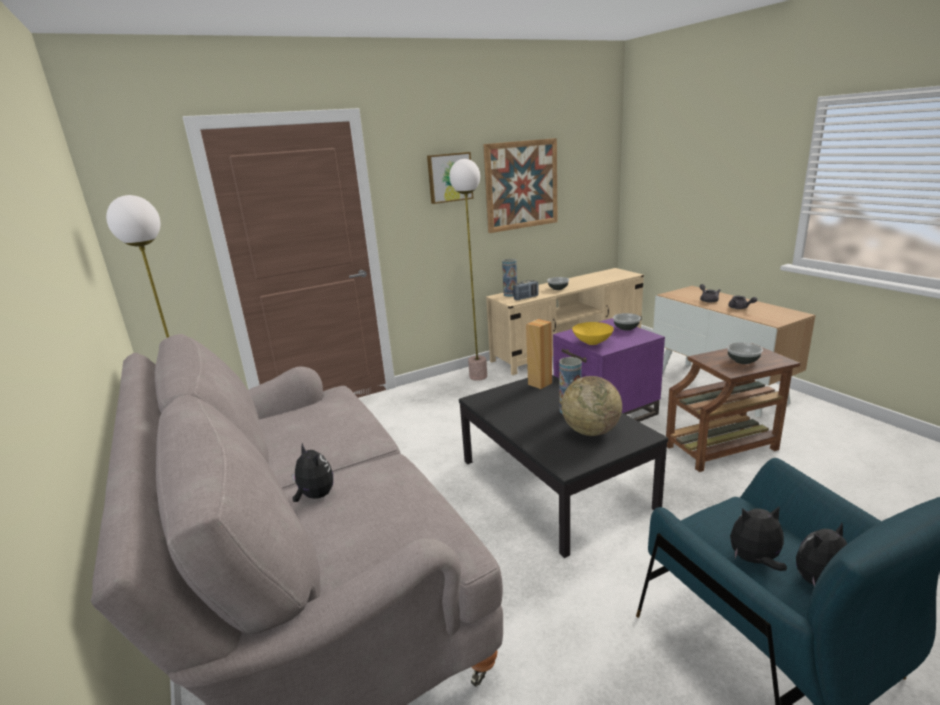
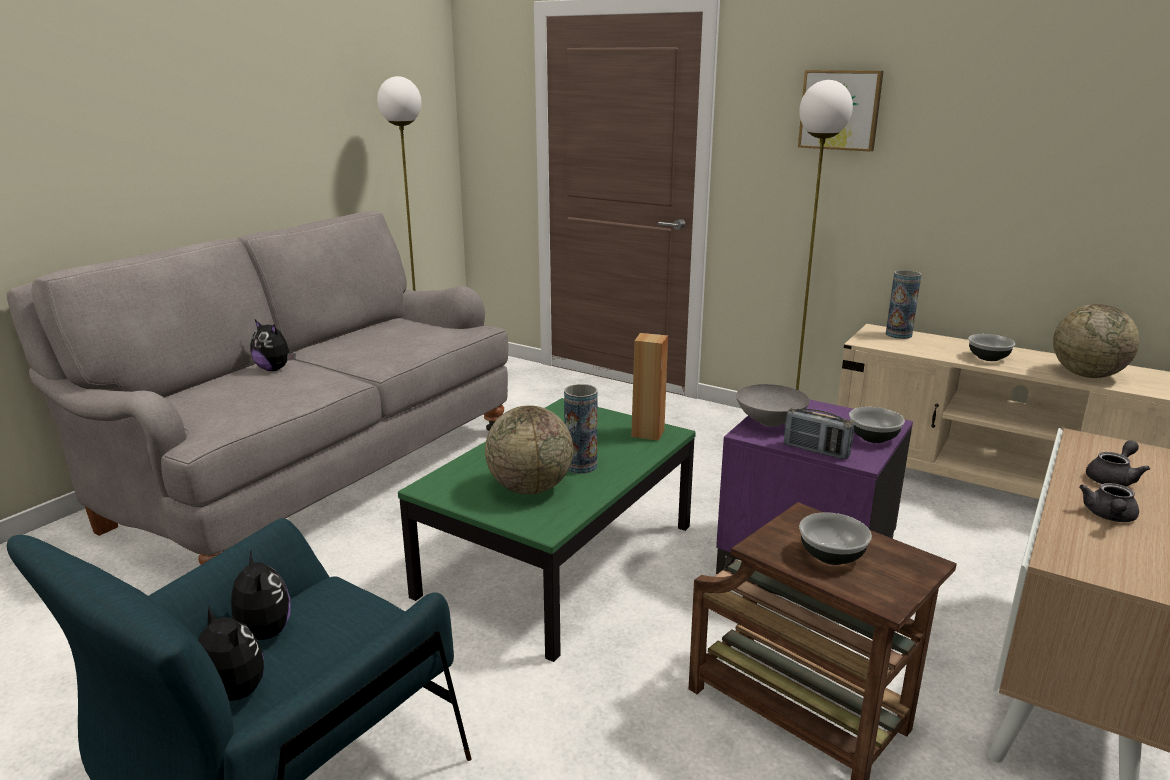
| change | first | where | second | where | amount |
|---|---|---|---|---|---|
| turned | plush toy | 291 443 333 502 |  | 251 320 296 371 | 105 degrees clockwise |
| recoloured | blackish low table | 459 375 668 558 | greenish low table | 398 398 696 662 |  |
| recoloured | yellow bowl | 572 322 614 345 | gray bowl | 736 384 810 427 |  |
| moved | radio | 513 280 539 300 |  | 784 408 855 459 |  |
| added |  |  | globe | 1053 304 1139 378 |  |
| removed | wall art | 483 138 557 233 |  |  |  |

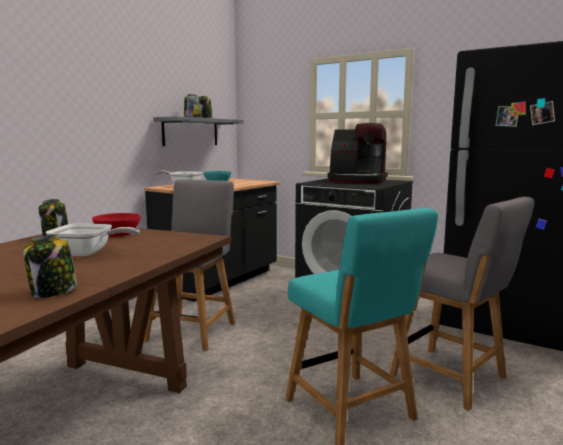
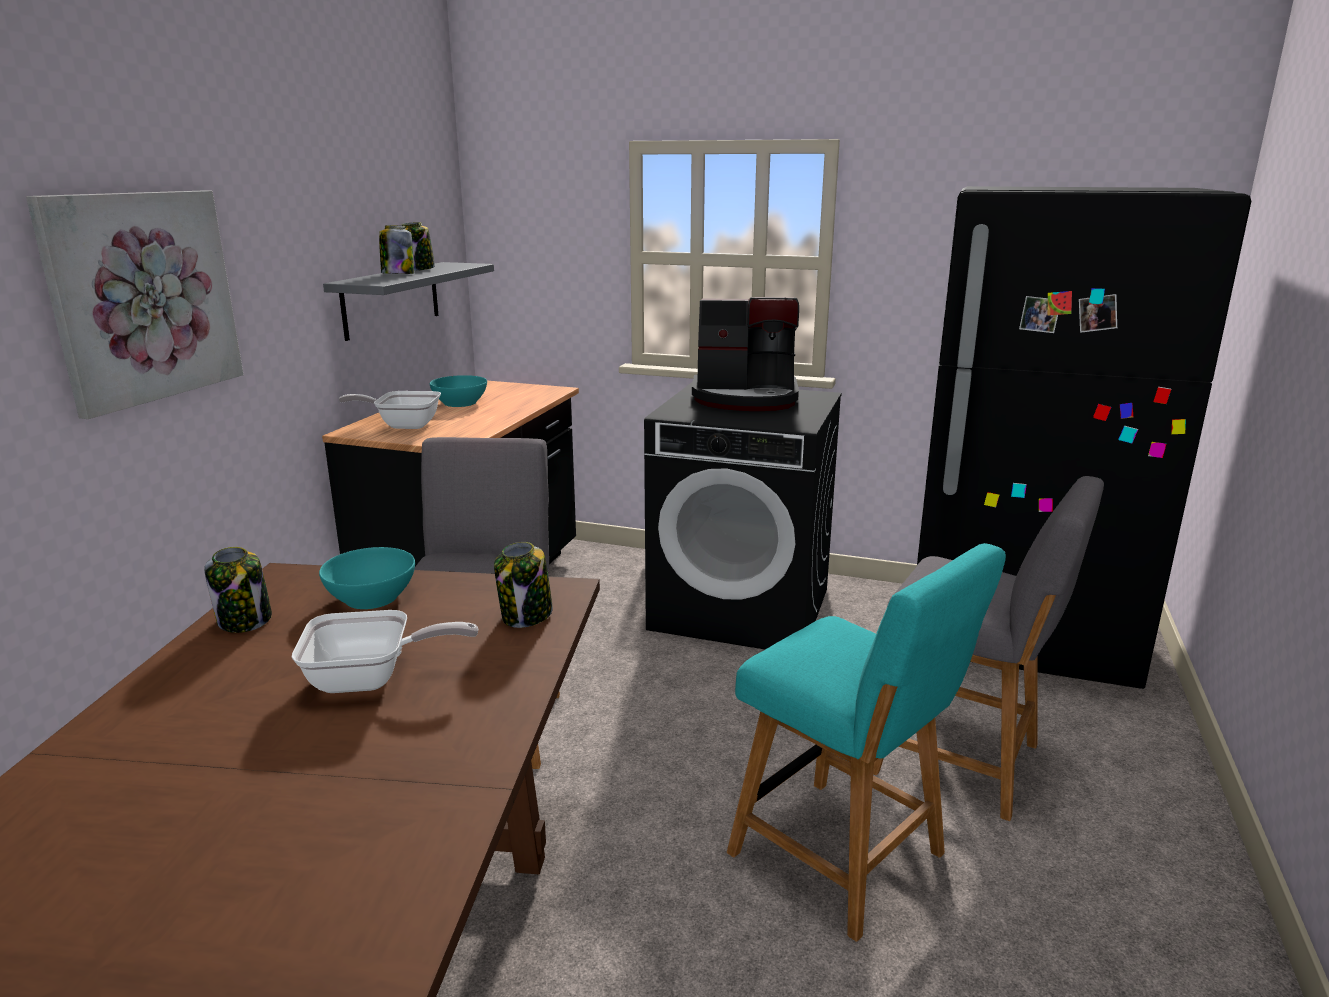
| change | first | where | second | where | amount |
|---|---|---|---|---|---|
| added |  |  | wall art | 26 191 243 419 |  |
| recoloured | reddish bowl | 92 213 141 237 | blue-green bowl | 319 547 415 609 |  |
| moved | storage jar | 23 234 77 298 |  | 494 542 553 628 |  |

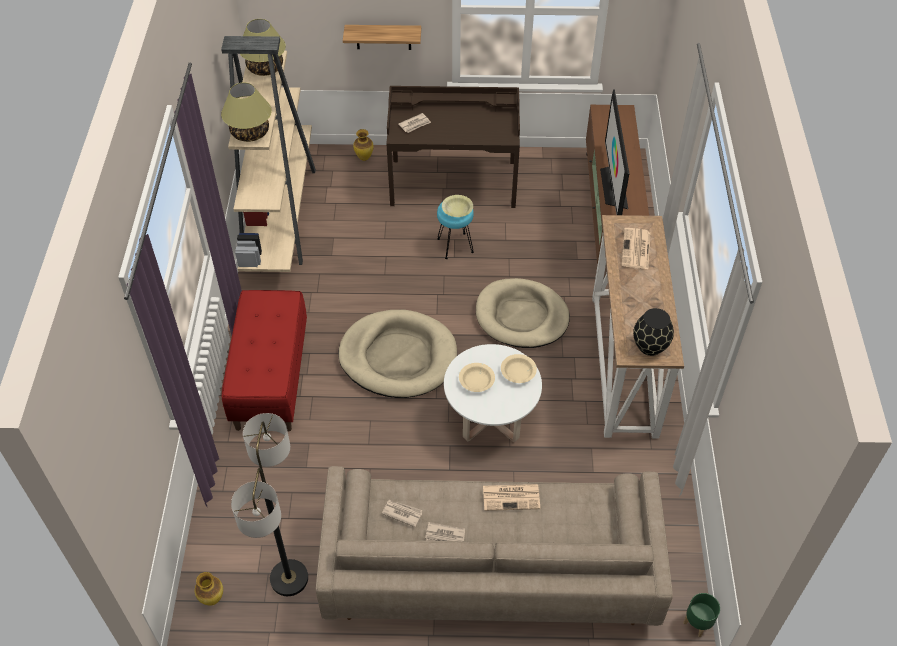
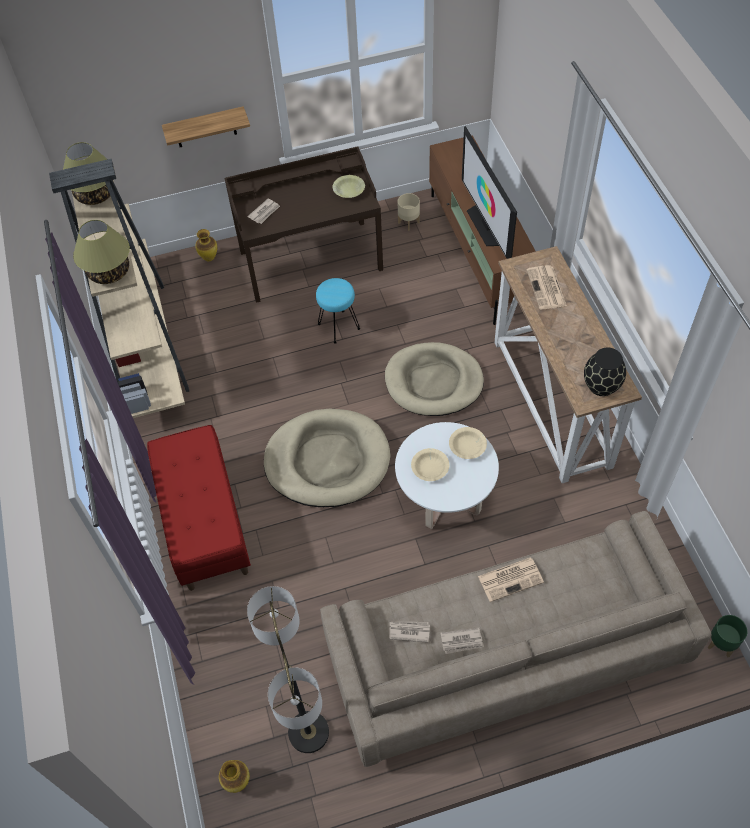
| change | first | where | second | where | amount |
|---|---|---|---|---|---|
| moved | yellow bowl | 442 195 473 217 |  | 333 175 365 198 |  |
| added |  |  | beige planter | 398 193 420 231 |  |

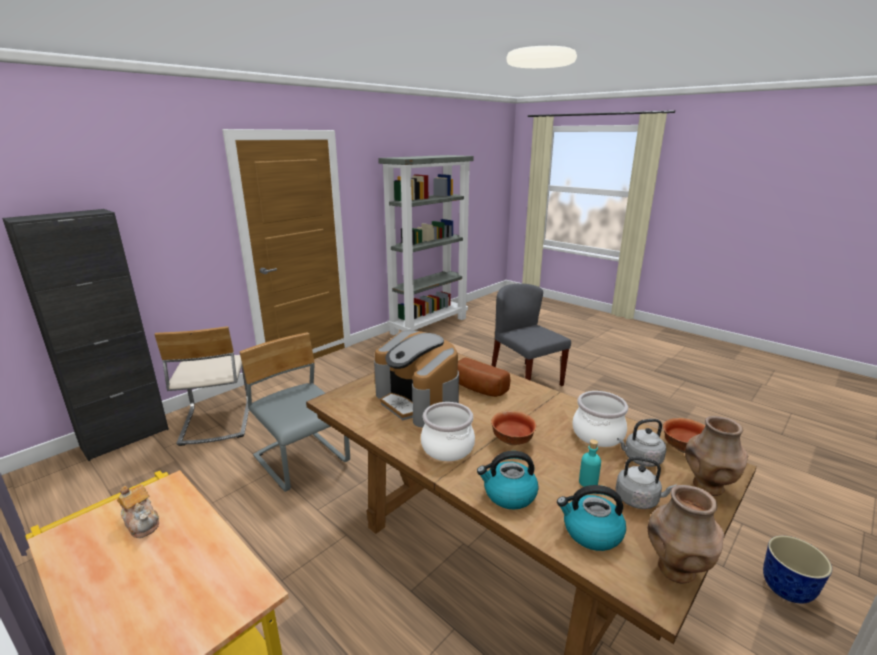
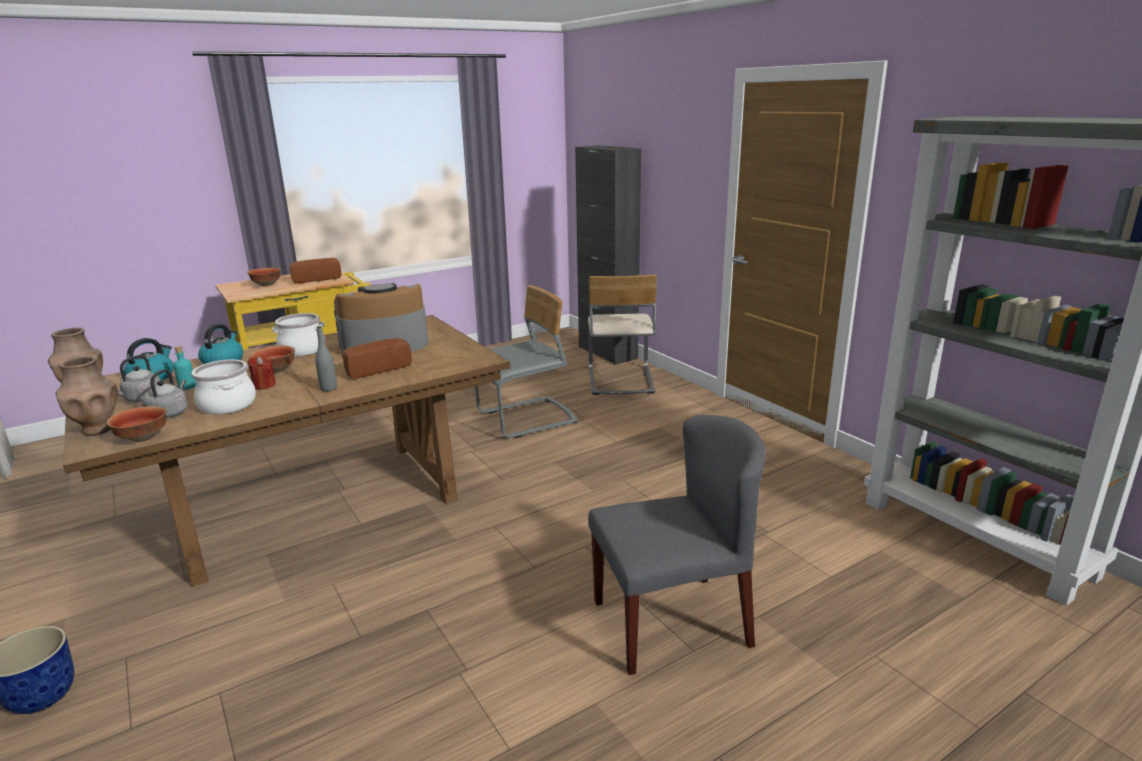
| change | first | where | second | where | amount |
|---|---|---|---|---|---|
| added |  |  | bowl | 247 268 281 287 |  |
| added |  |  | reddish wax candle | 248 356 276 390 |  |
| replaced | tea pot | 117 484 159 538 | bakery bread | 290 258 341 283 |  |
| added |  |  | gray bottle | 316 326 337 391 |  |
| turned | beige chair | 154 326 249 446 |  | 588 274 657 395 | 90 degrees counterclockwise |

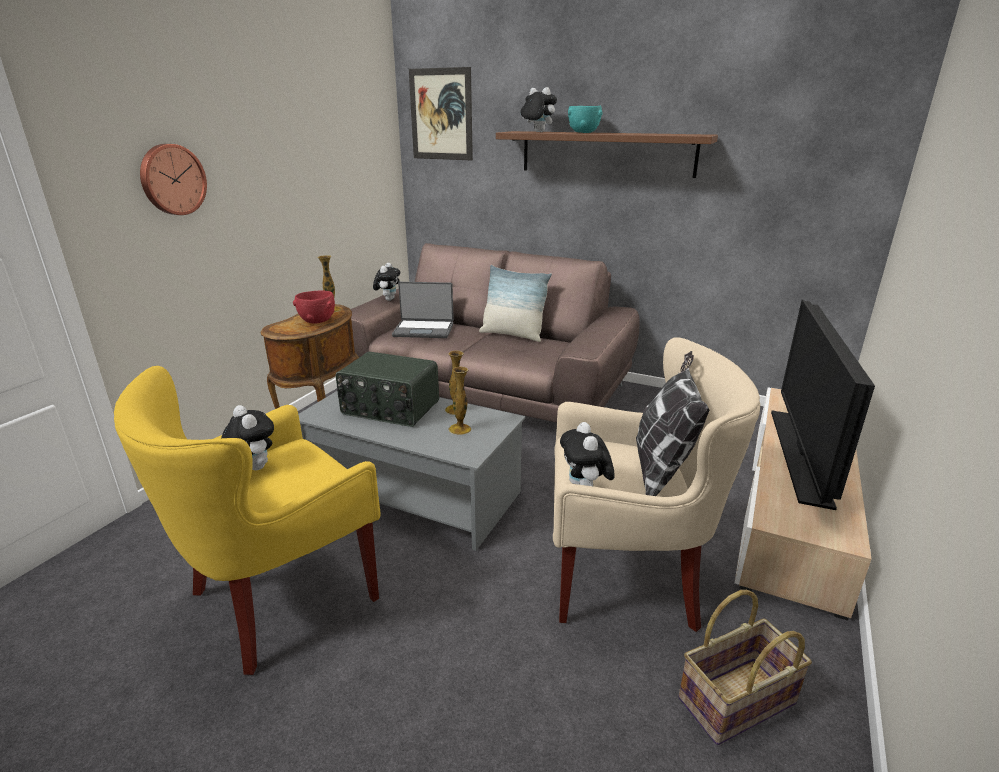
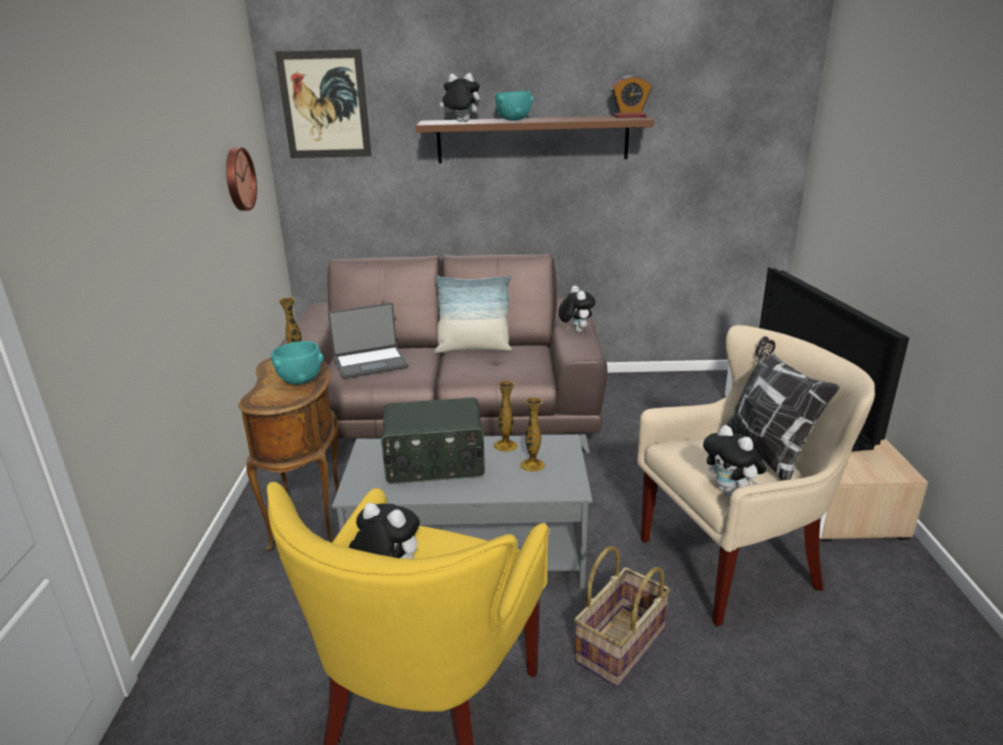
| change | first | where | second | where | amount |
|---|---|---|---|---|---|
| moved | clock on the wall | 140 144 207 215 |  | 226 147 257 211 |  |
| recoloured | reddish bowl | 293 290 335 323 | blue-green bowl | 271 341 324 385 |  |
| moved | plush toy | 373 263 400 301 |  | 558 286 595 332 |  |
| moved | household basket | 678 590 812 745 |  | 574 546 670 687 |  |
| added |  |  | alarm clock | 611 75 651 118 |  |

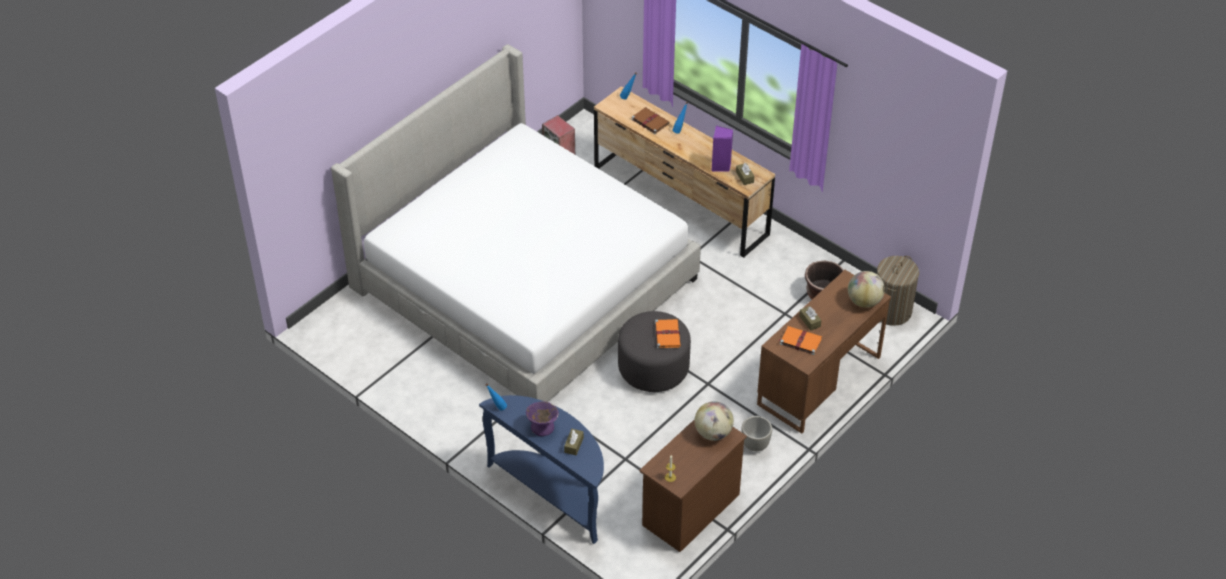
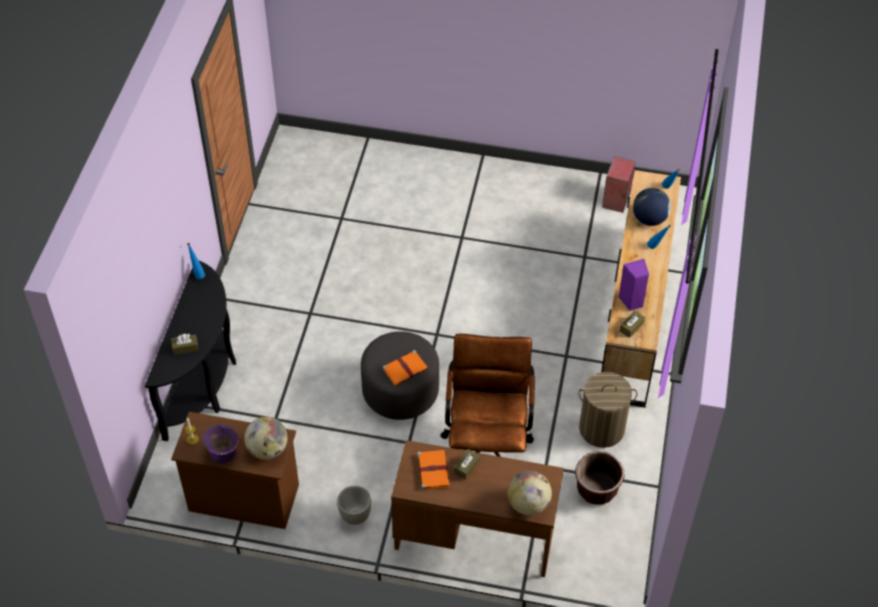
| change | first | where | second | where | amount |
|---|---|---|---|---|---|
| recoloured | blue narrow table | 479 395 604 544 | blackish narrow table | 145 261 236 441 |  |
| moved | purplish bowl | 526 401 559 436 |  | 202 424 239 464 |  |
| added |  |  | brown-coloured office chair | 440 334 535 457 |  |
| moved | hamper | 877 256 919 326 |  | 578 372 637 448 |  |
| replaced | brown-coloured book | 632 107 670 134 | globe | 633 188 671 226 |  |
| removed | bedroom bed | 331 44 701 402 |  |  |  |

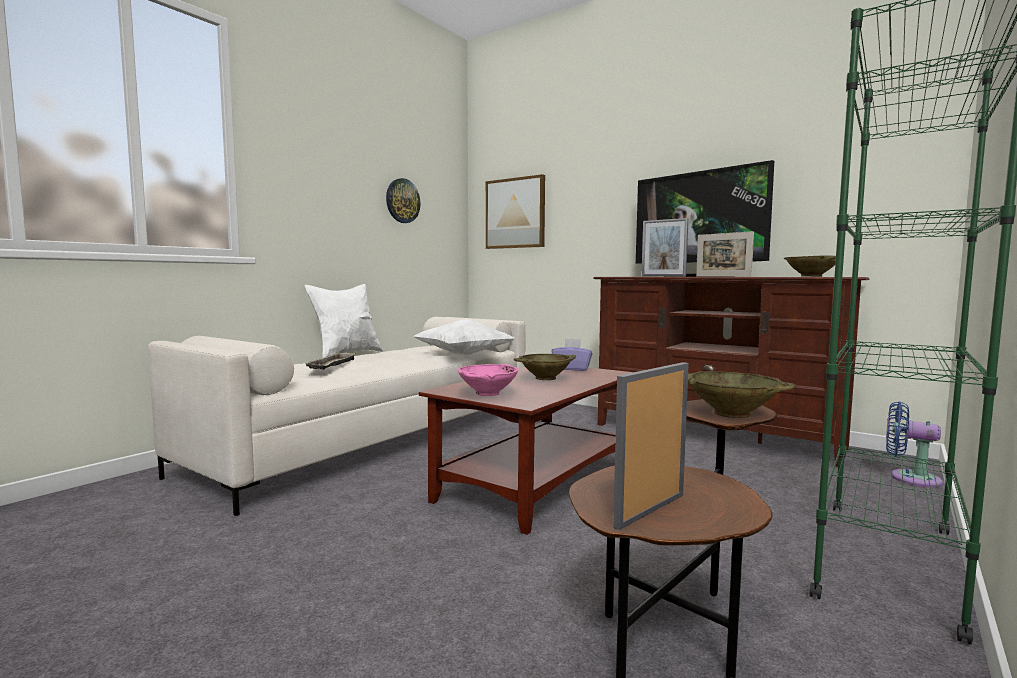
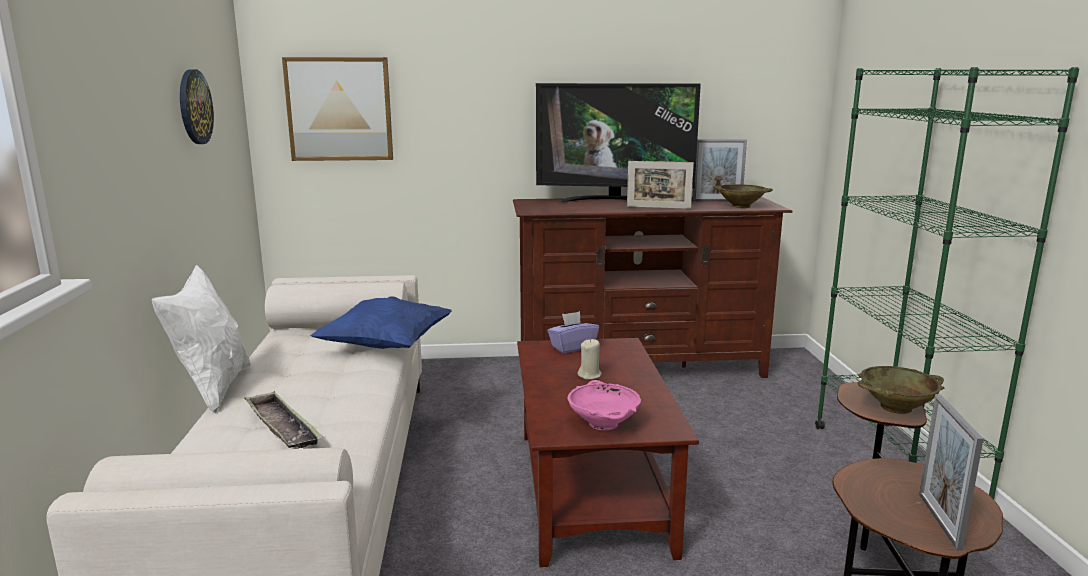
| change | first | where | second | where | amount |
|---|---|---|---|---|---|
| recoloured | white pillow | 414 319 515 355 | blue pillow | 310 296 452 349 |  |
| replaced | beige bowl | 514 354 576 380 | beige wax candle | 578 339 601 380 |  |
| moved | photo frame | 641 218 688 277 |  | 692 140 747 201 |  |
| removed | blue electric fan | 886 401 943 487 |  |  |  |

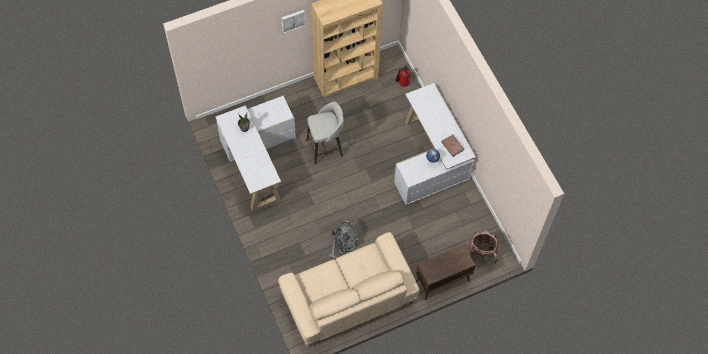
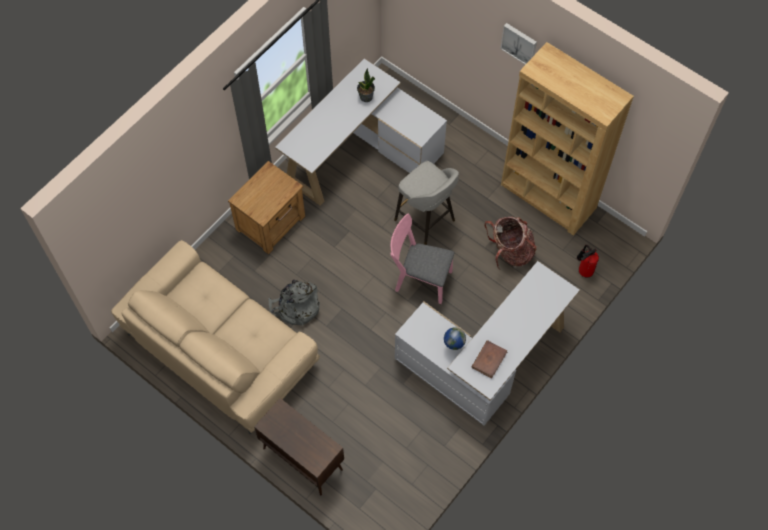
| change | first | where | second | where | amount |
|---|---|---|---|---|---|
| added |  |  | brown-coloured bedside table | 228 161 305 254 |  |
| added |  |  | pink chair | 390 213 454 304 |  |
| moved | knapsack | 468 230 499 263 |  | 484 217 537 269 |  |

